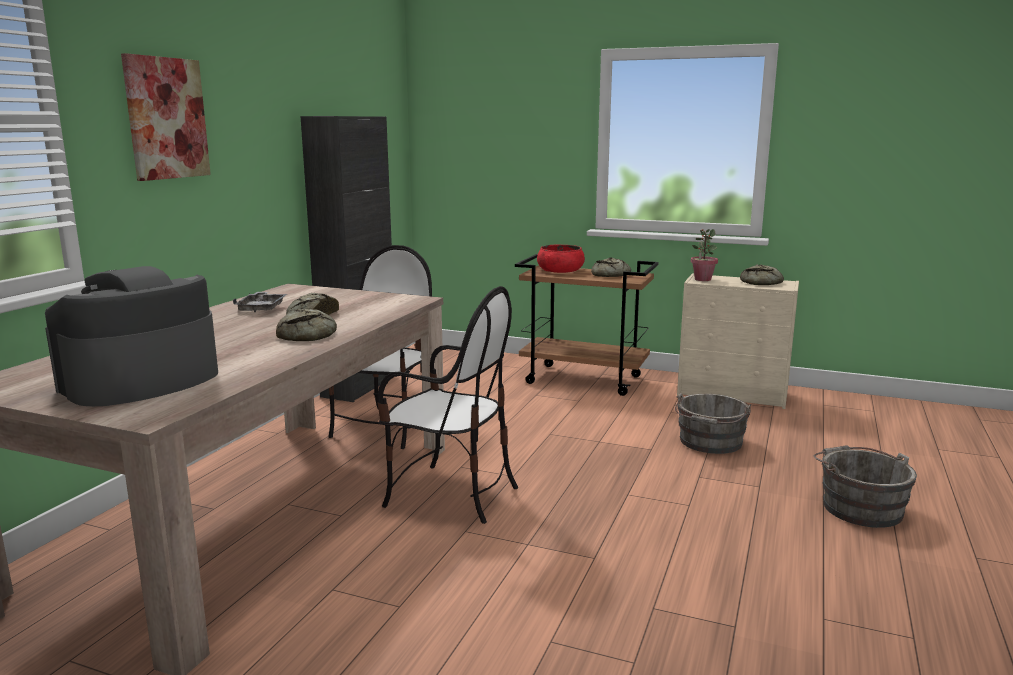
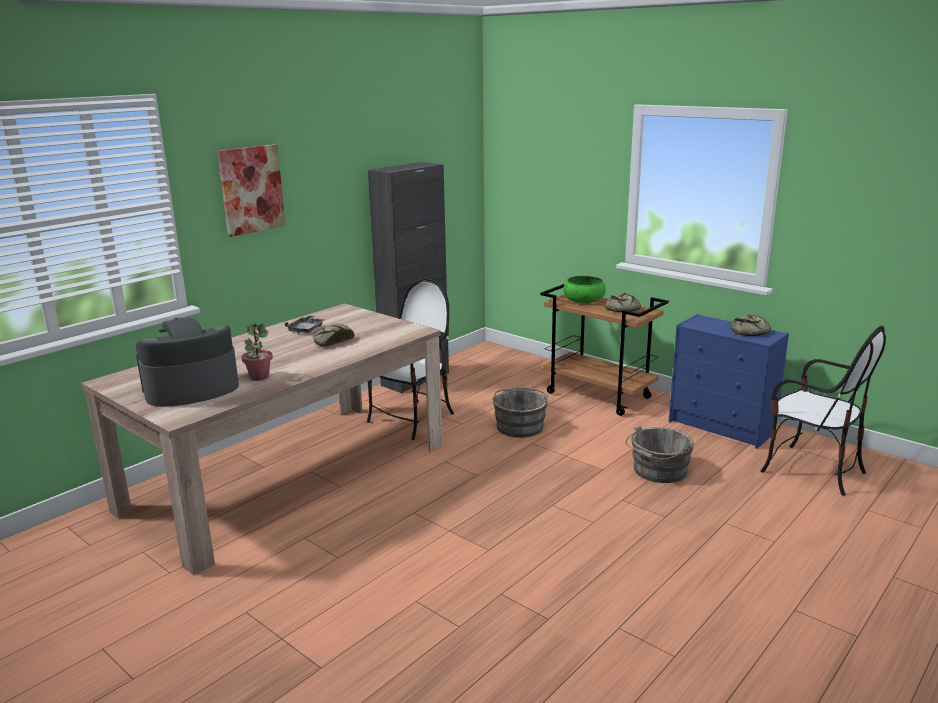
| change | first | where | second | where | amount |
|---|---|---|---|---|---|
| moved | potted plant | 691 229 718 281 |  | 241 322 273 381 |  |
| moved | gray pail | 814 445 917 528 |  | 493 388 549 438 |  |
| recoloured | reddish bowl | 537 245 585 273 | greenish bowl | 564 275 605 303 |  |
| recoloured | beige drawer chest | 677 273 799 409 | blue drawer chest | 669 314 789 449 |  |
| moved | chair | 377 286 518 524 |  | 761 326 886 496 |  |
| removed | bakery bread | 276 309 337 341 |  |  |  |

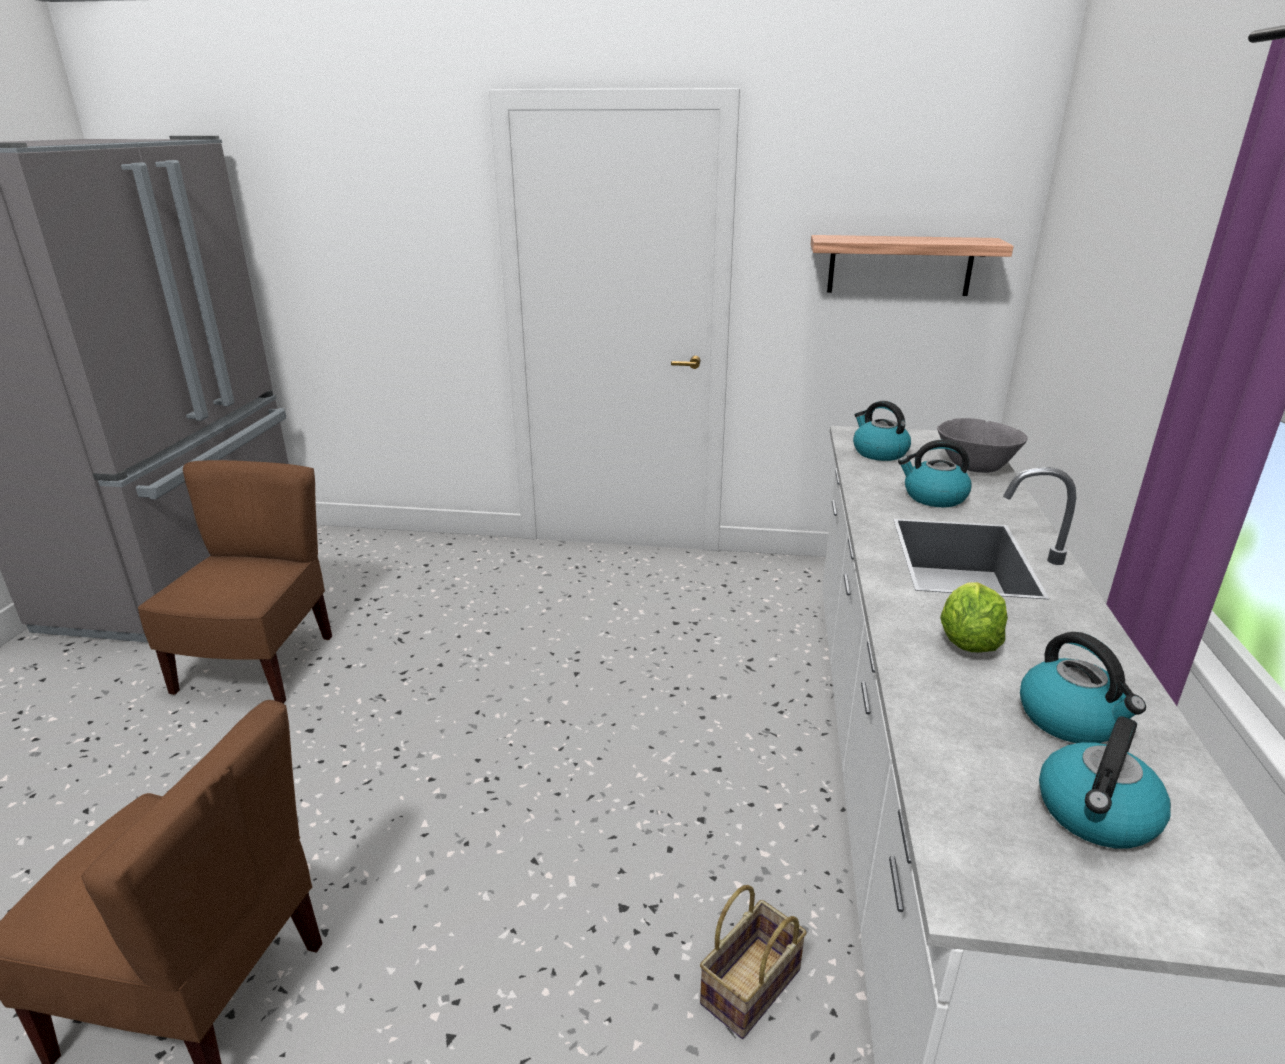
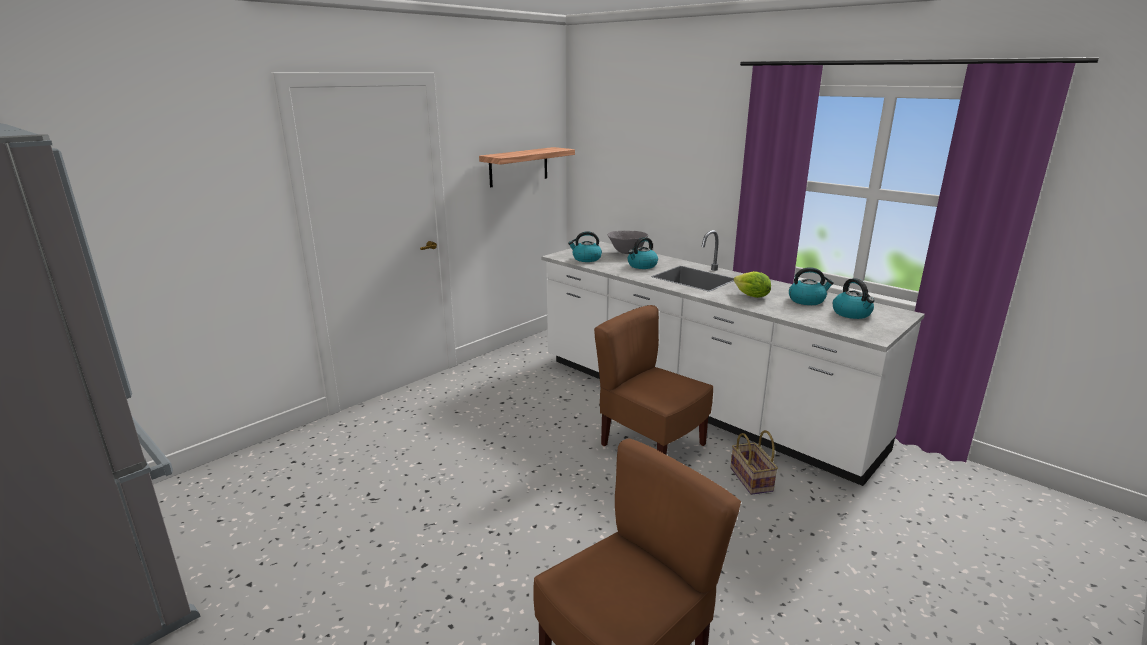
| change | first | where | second | where | amount |
|---|---|---|---|---|---|
| moved | brown-coloured chair | 138 460 332 704 |  | 594 305 713 454 |  |

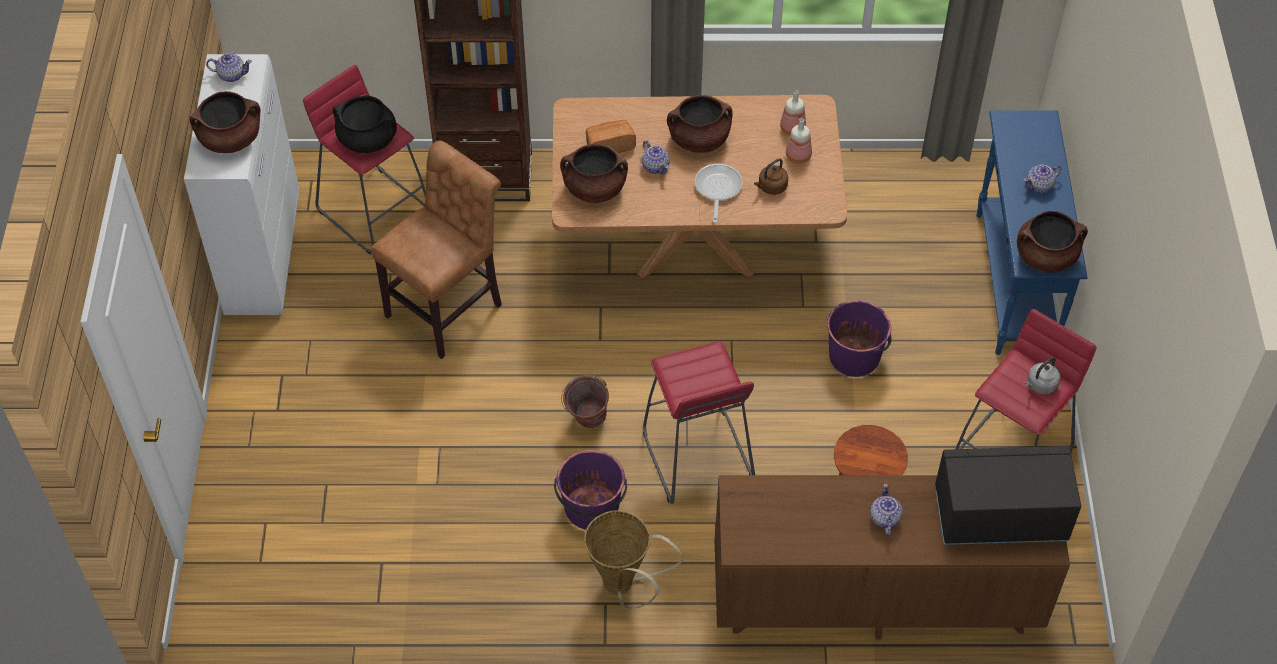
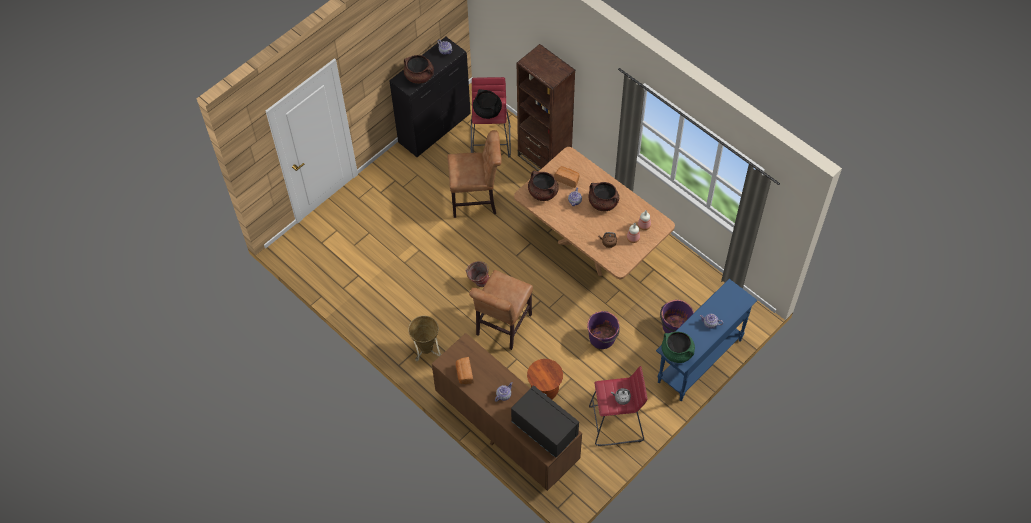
| change | first | where | second | where | amount |
|---|---|---|---|---|---|
| recoloured | white cupboard | 184 54 299 315 | blackish cupboard | 389 37 471 157 |  |
| added |  |  | bakery bread | 456 357 474 384 |  |
| replaced | reddish sitting stool | 643 341 755 504 | brown-coloured chair | 469 270 533 350 |  |
| moved | purplish pail | 554 450 627 530 |  | 660 300 694 333 |  |
| recoloured | brown-coloured stockpot | 1017 211 1088 273 | greenish stockpot | 662 332 695 363 |  |
| removed | pan | 695 163 743 223 |  |  |  |

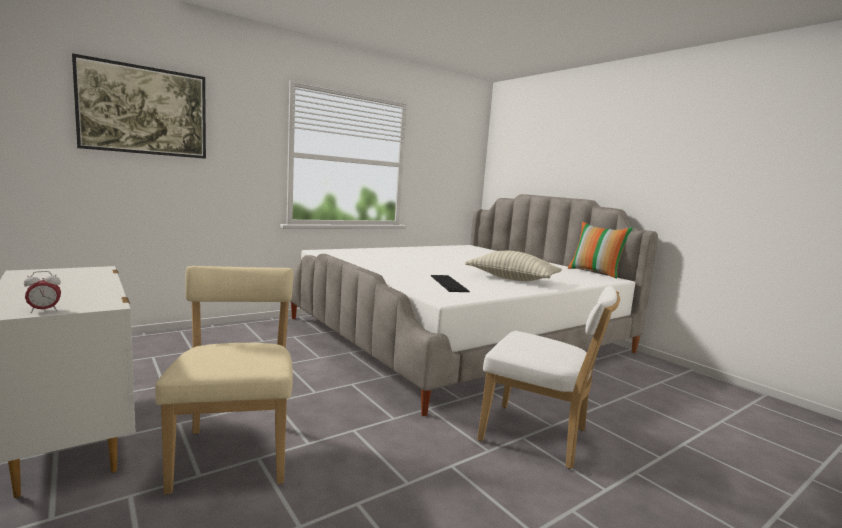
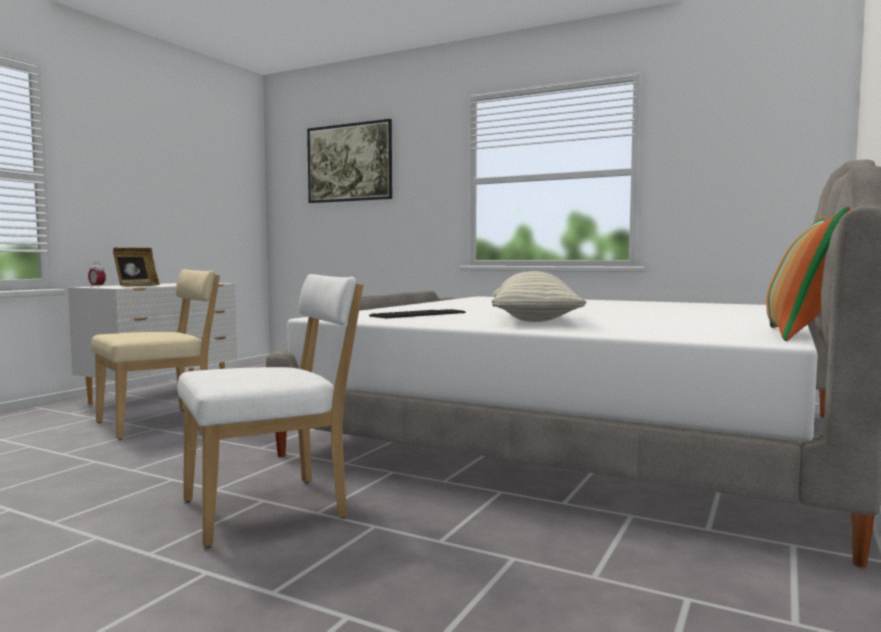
| change | first | where | second | where | amount |
|---|---|---|---|---|---|
| added |  |  | photo frame | 113 248 160 287 |  |
| turned | white chair | 477 285 620 469 |  | 177 274 363 547 | 120 degrees counterclockwise |

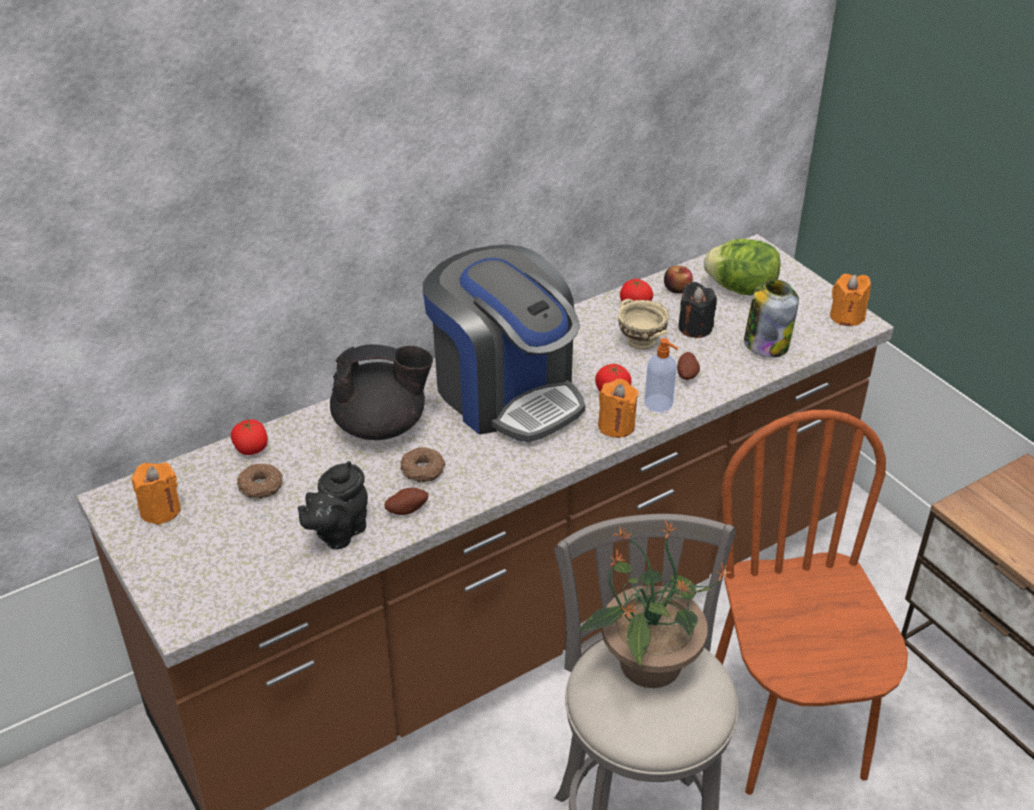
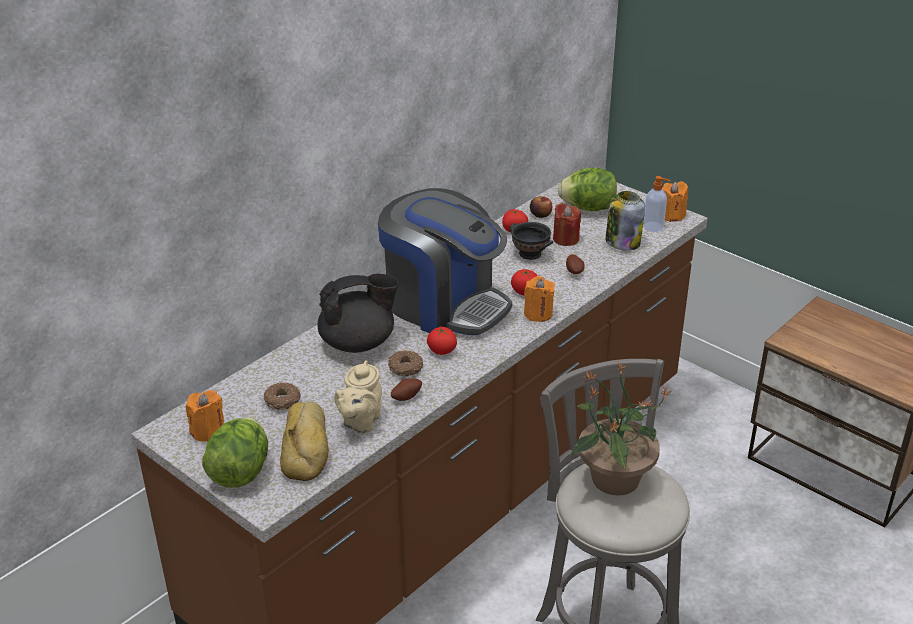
| change | first | where | second | where | amount |
|---|---|---|---|---|---|
| added |  |  | lettuce | 202 418 268 488 |  |
| added |  |  | bakery bread | 280 402 328 481 |  |
| recoloured | blackish tea pot | 298 461 368 549 | beige tea pot | 334 360 382 434 |  |
| moved | tomato | 231 419 268 455 |  | 427 327 457 355 |  |
| recoloured | beige bowl | 618 299 669 350 | blackish bowl | 510 222 553 260 |  |
| recoloured | blackish wax candle | 678 282 717 338 | reddish wax candle | 553 203 581 246 |  |
| moved | soap dispenser | 644 338 678 412 |  | 643 176 670 232 |  |
| removed | brown-coloured chair | 715 410 908 795 |  |  |  |

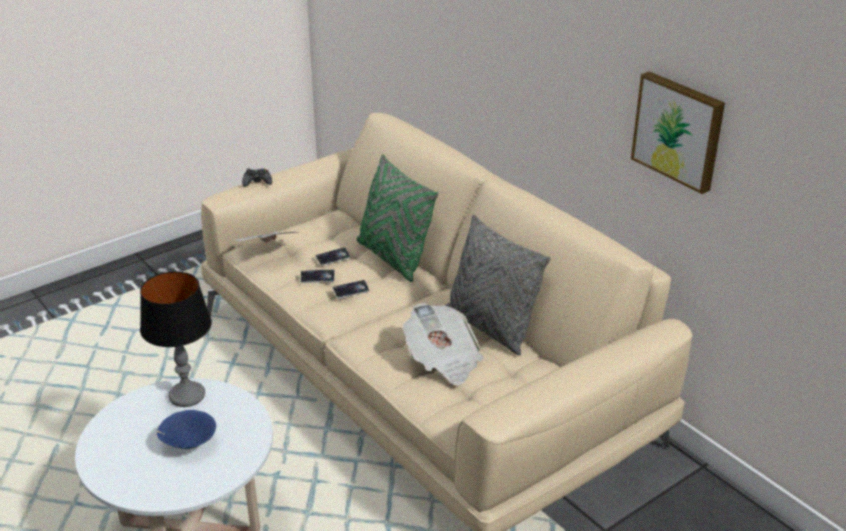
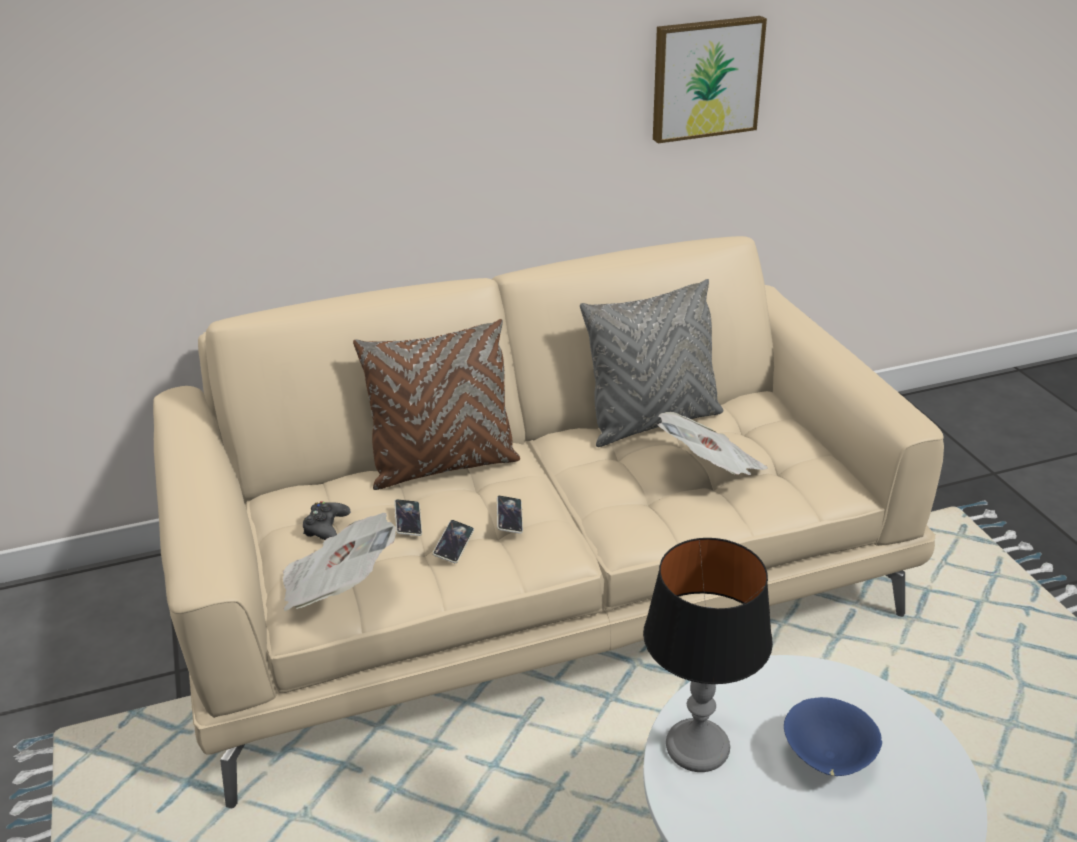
| change | first | where | second | where | amount |
|---|---|---|---|---|---|
| moved | blackish joypad | 242 168 272 187 |  | 303 501 351 540 |  |
| recoloured | greenish pillow | 357 154 438 282 | brown-coloured pillow | 353 319 520 490 |  |

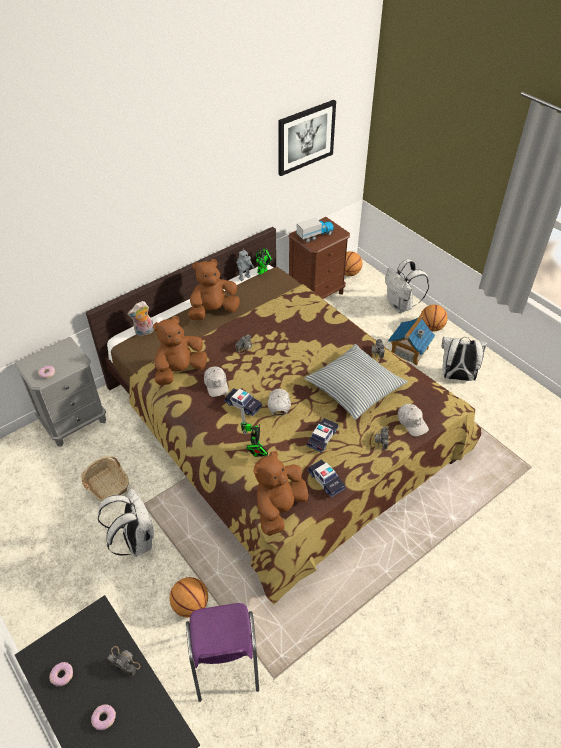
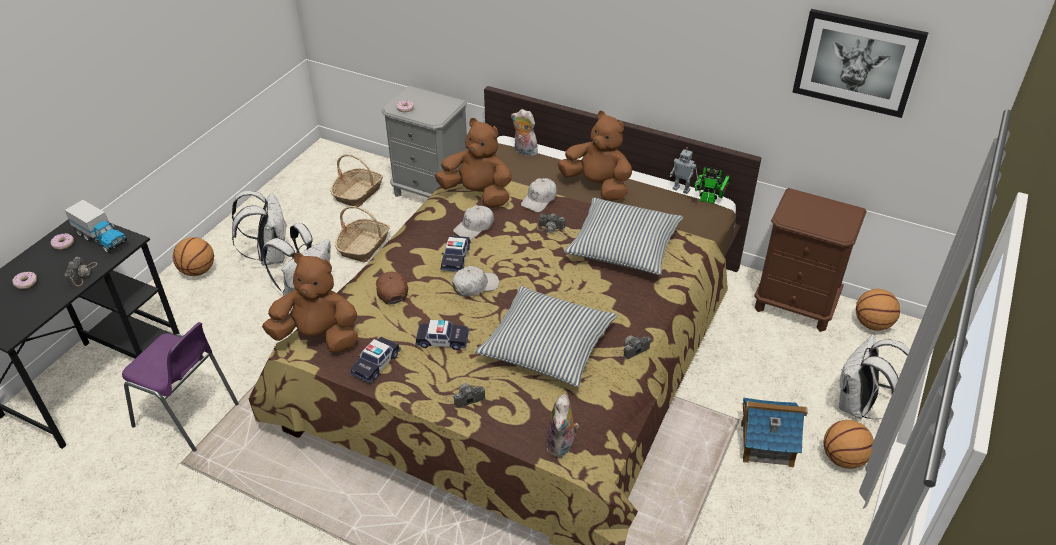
| change | first | where | second | where | amount |
|---|---|---|---|---|---|
| moved | toy lorry | 297 218 334 243 |  | 65 200 127 253 |  |
| turned | purplish chair | 186 603 259 702 |  | 122 322 239 452 | 120 degrees counterclockwise |
| moved | ball for basketball | 170 577 208 618 |  | 173 237 214 276 |  |
| moved | white knapsack | 442 337 487 381 |  | 232 191 286 266 |  |
| added |  |  | household basket | 330 154 383 207 |  |
| replaced | robot figure | 241 408 268 457 | brown-coloured peaked cap | 376 271 408 305 |  |
| moved | white peaked cap | 398 404 429 437 |  | 521 178 557 212 |  |
| added |  |  | plush toy | 547 394 579 458 |  |
| added |  |  | pillow | 564 198 683 275 |  |

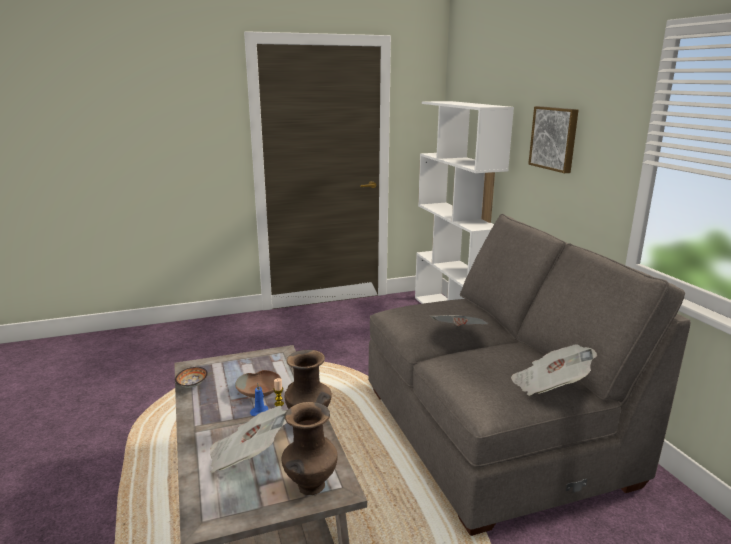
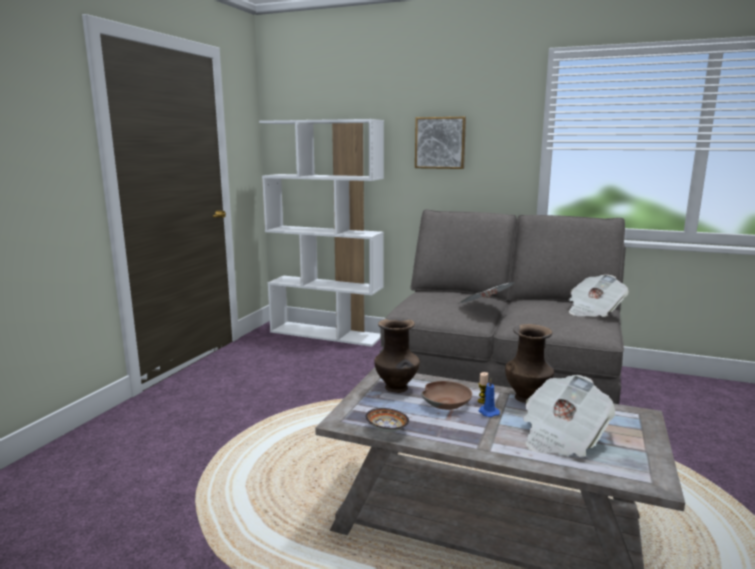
| change | first | where | second | where | amount |
|---|---|---|---|---|---|
| moved | brown-coloured flower vase | 281 402 338 495 |  | 374 317 420 393 |  |

